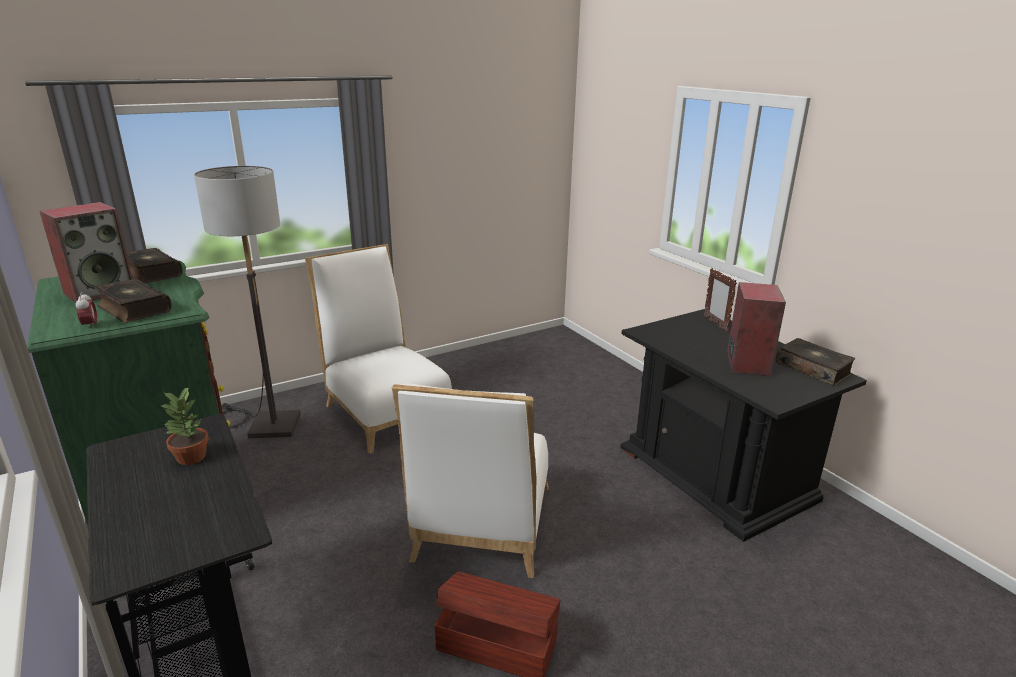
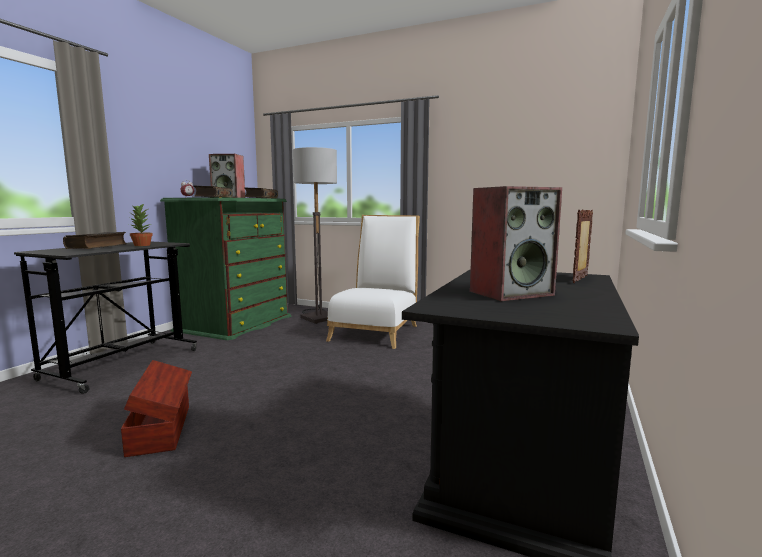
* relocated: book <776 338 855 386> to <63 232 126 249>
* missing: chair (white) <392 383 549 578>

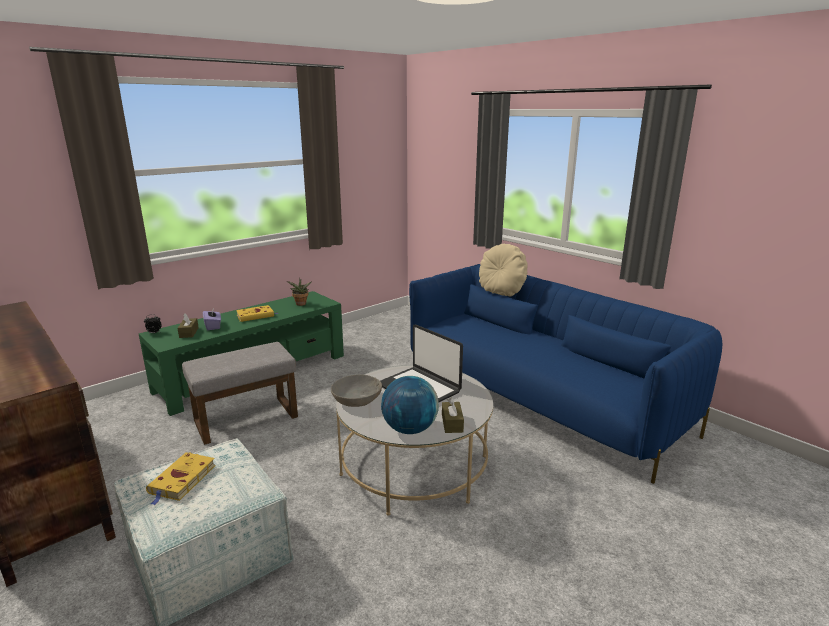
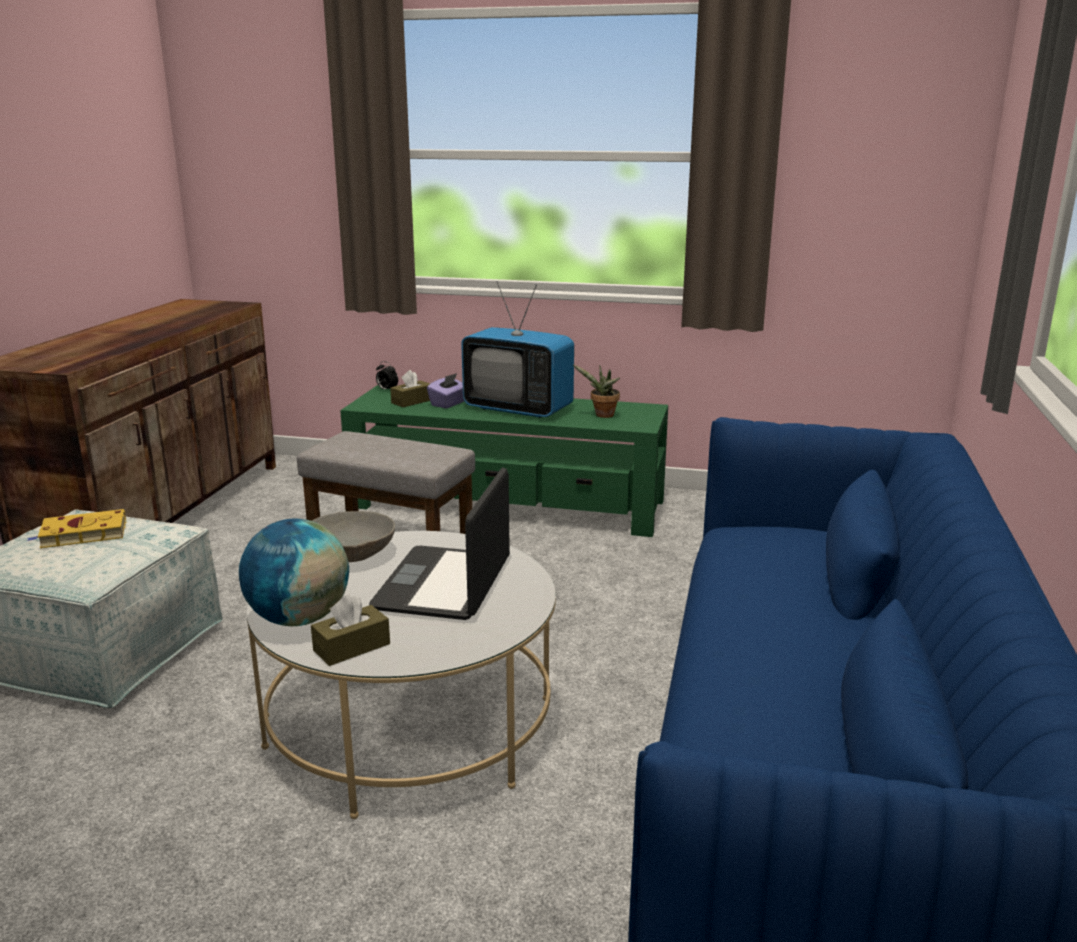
* exchanged: book (yellow) <236 305 279 322> to television <461 281 574 418>
* missing: pillow (beige) <479 244 528 297>

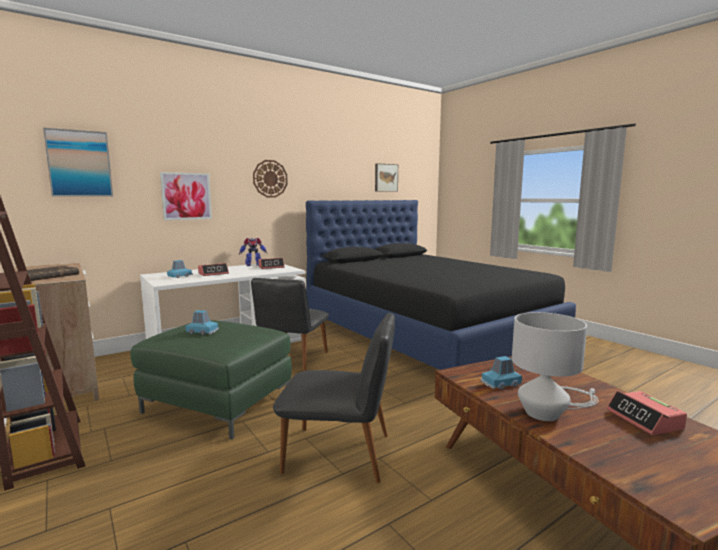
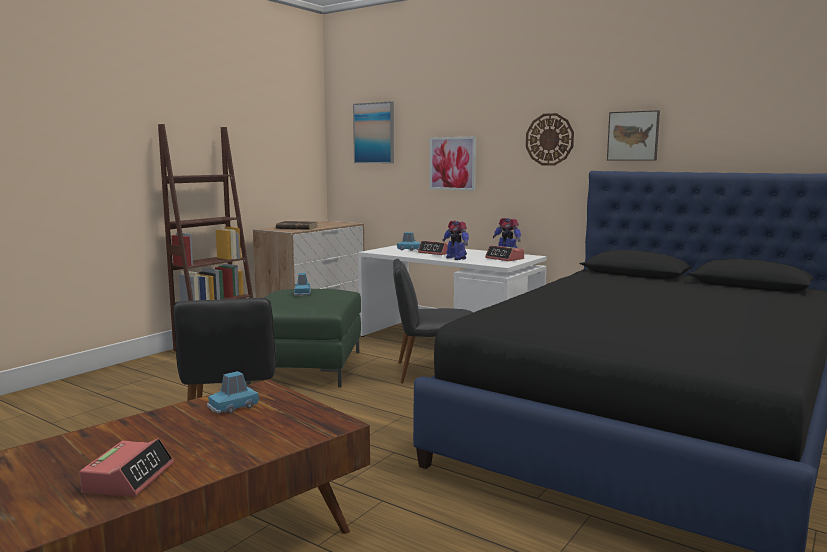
* spun: alarm clock <607 391 687 435> = <79 438 174 497> 135 degrees clockwise
* spun: toy car (blue) <481 356 522 389> = <207 371 259 414> 90 degrees counterclockwise
* appeared: toy robot <442 221 469 260>
* relocated: picture <375 163 398 192> to <607 110 660 161>
* missing: table lamp (grey) <512 312 599 421>

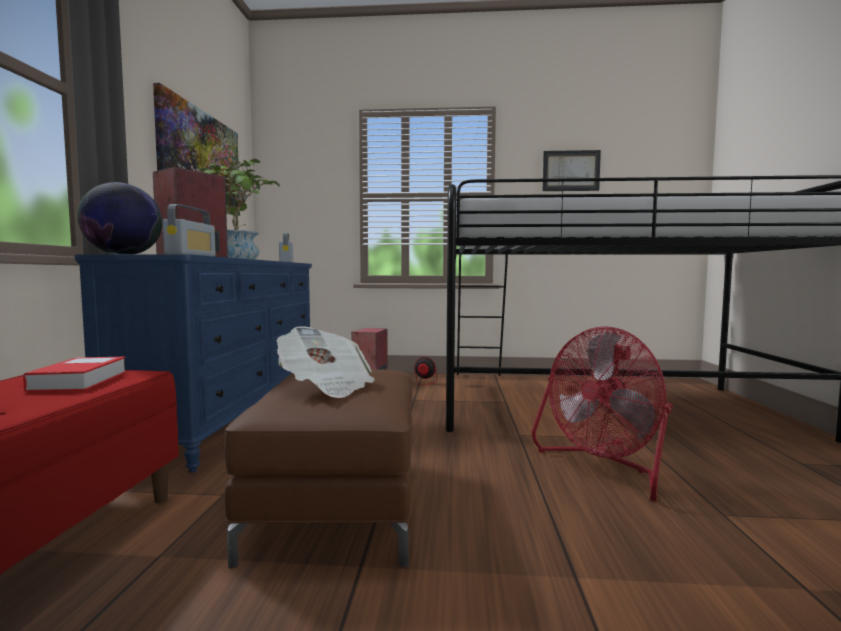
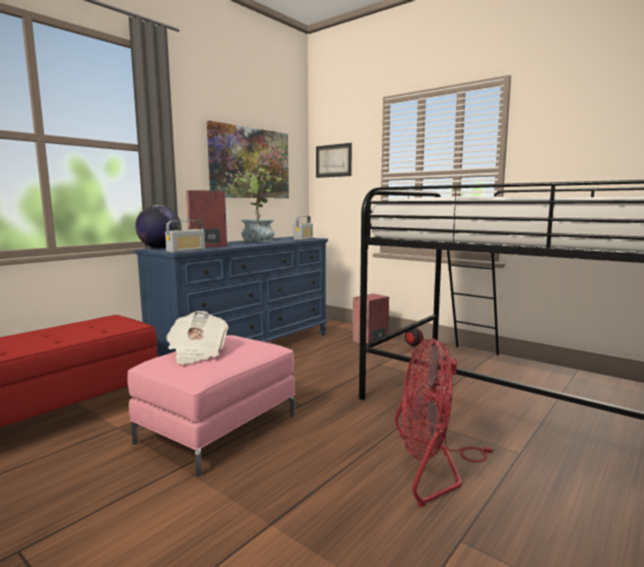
* colour: ottoman (brown) <224 369 412 568> to ottoman (pink) <127 335 295 477>
* relocated: picture <543 150 601 191> to <316 143 352 178>
* missing: book <23 357 126 392>

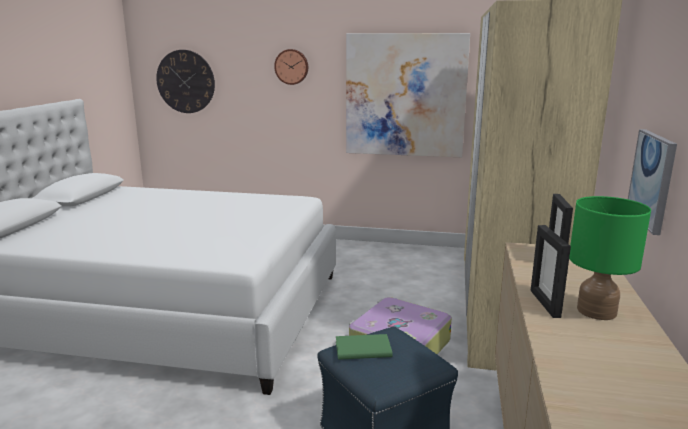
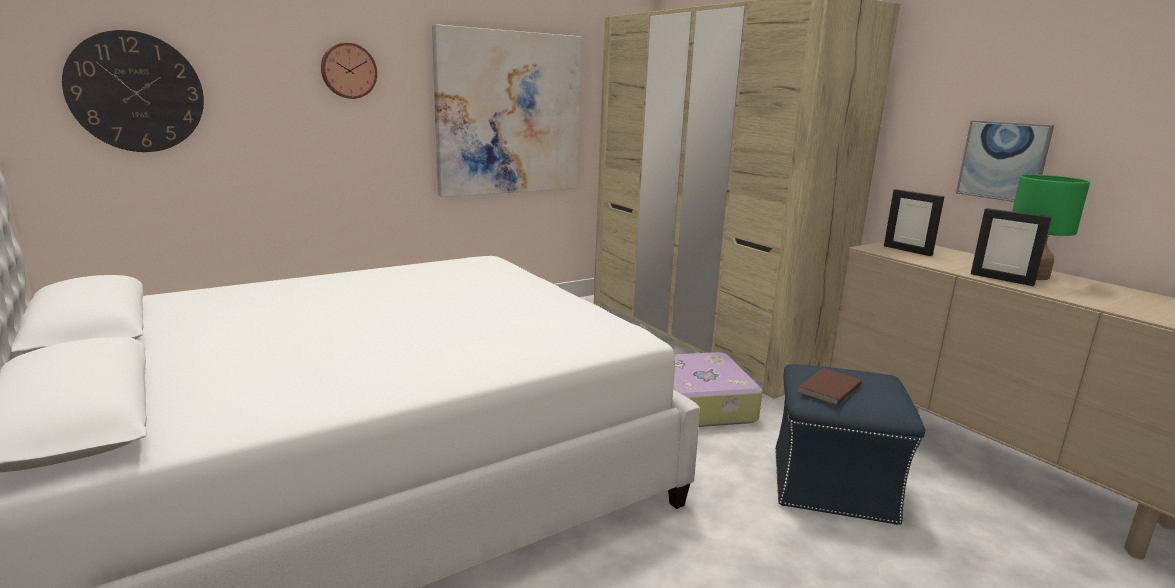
* colour: book (green) <336 334 393 360> to book (brown) <798 368 862 406>

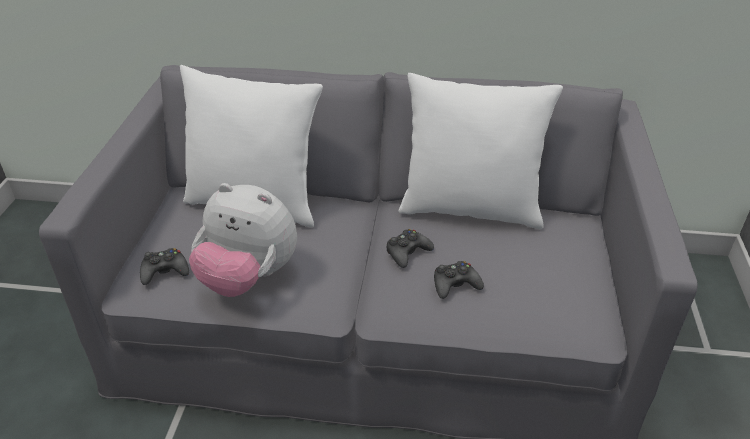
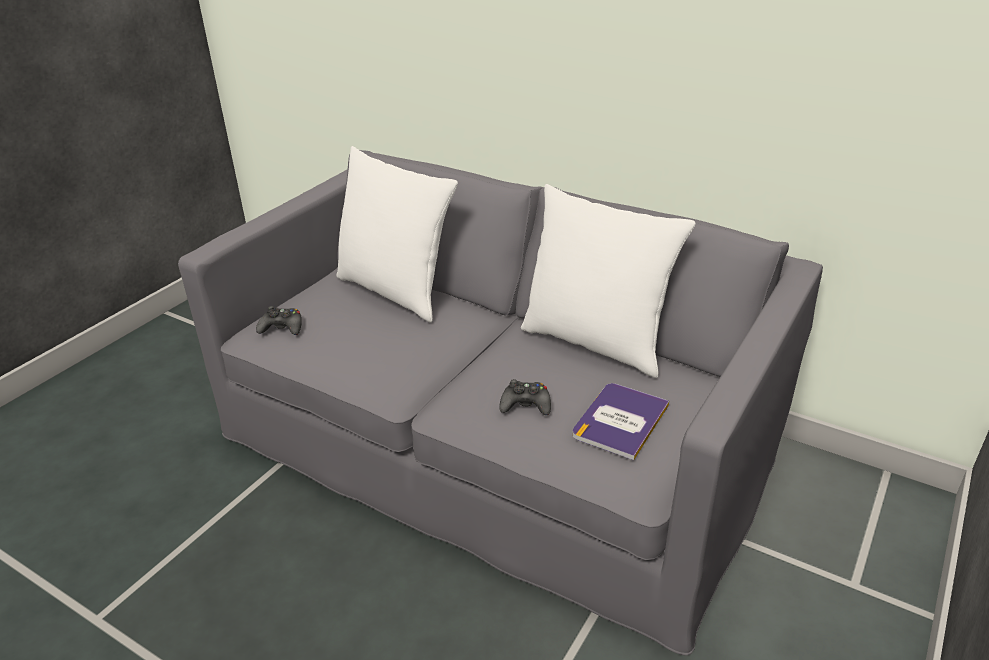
* appeared: book <573 383 669 461>
* missing: plush toy <189 183 297 297>
* missing: game controller (black) <387 229 434 268>

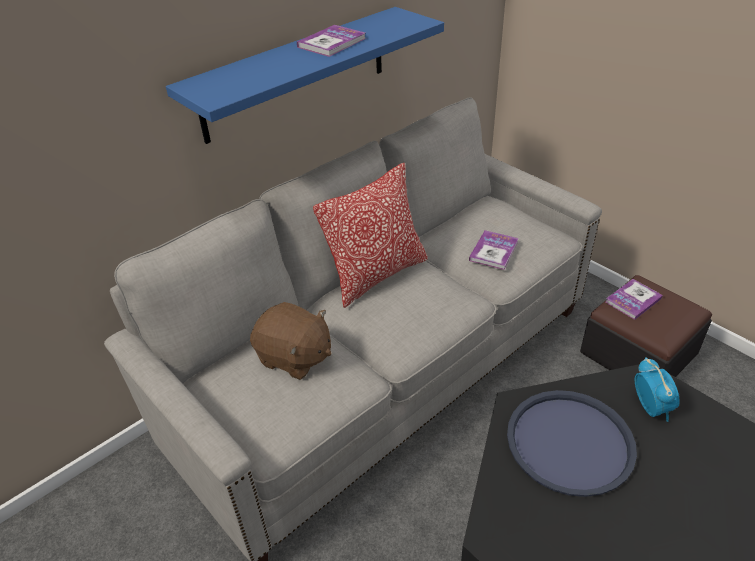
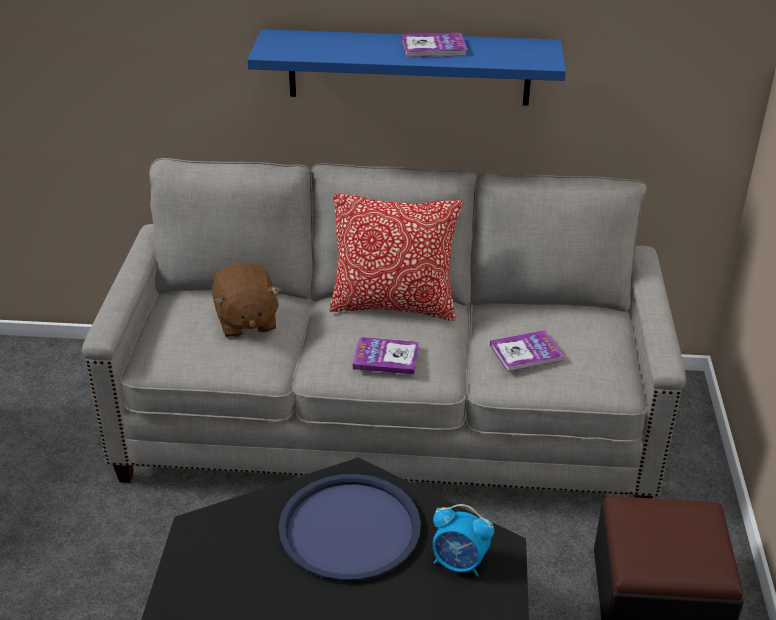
* relocated: book <605 279 663 320> to <353 337 419 374>
* spun: alarm clock <635 357 680 422> = <433 504 494 577> 75 degrees clockwise

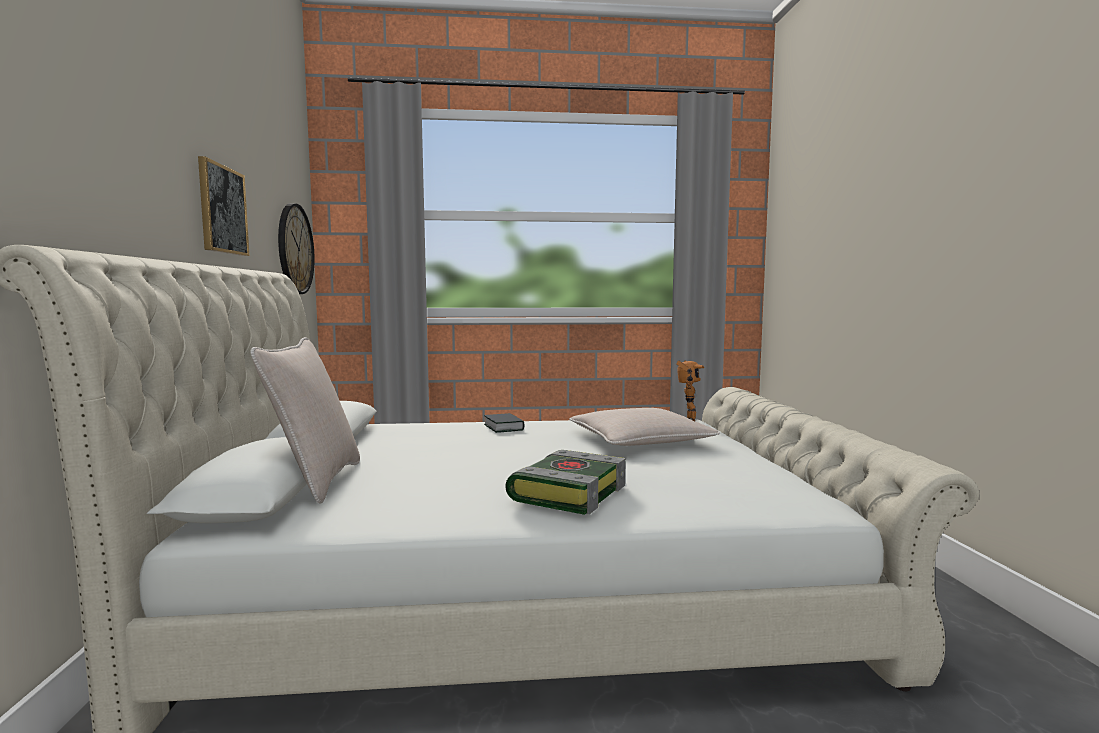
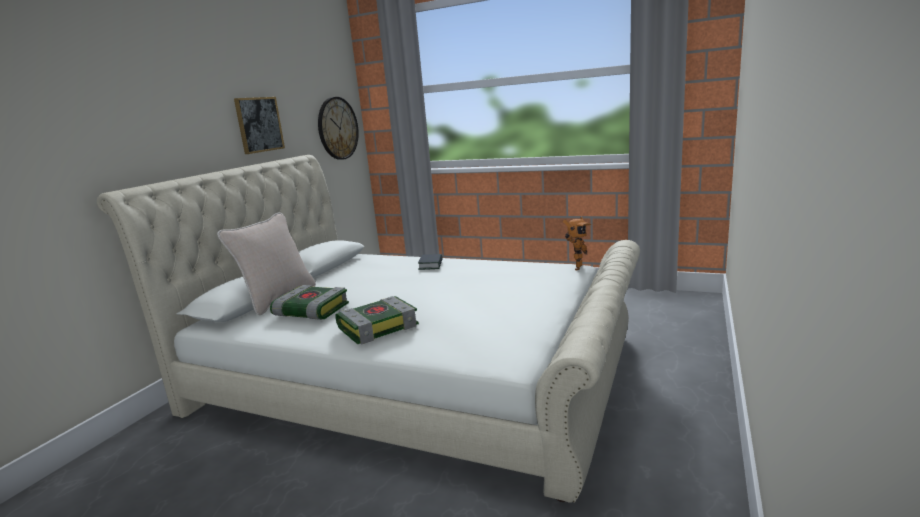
* appeared: book <270 285 349 320>
* missing: pillow (beige) <569 408 720 446>

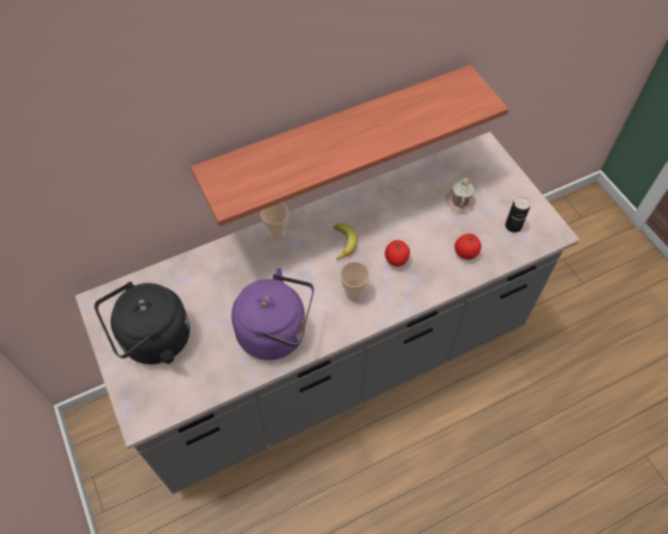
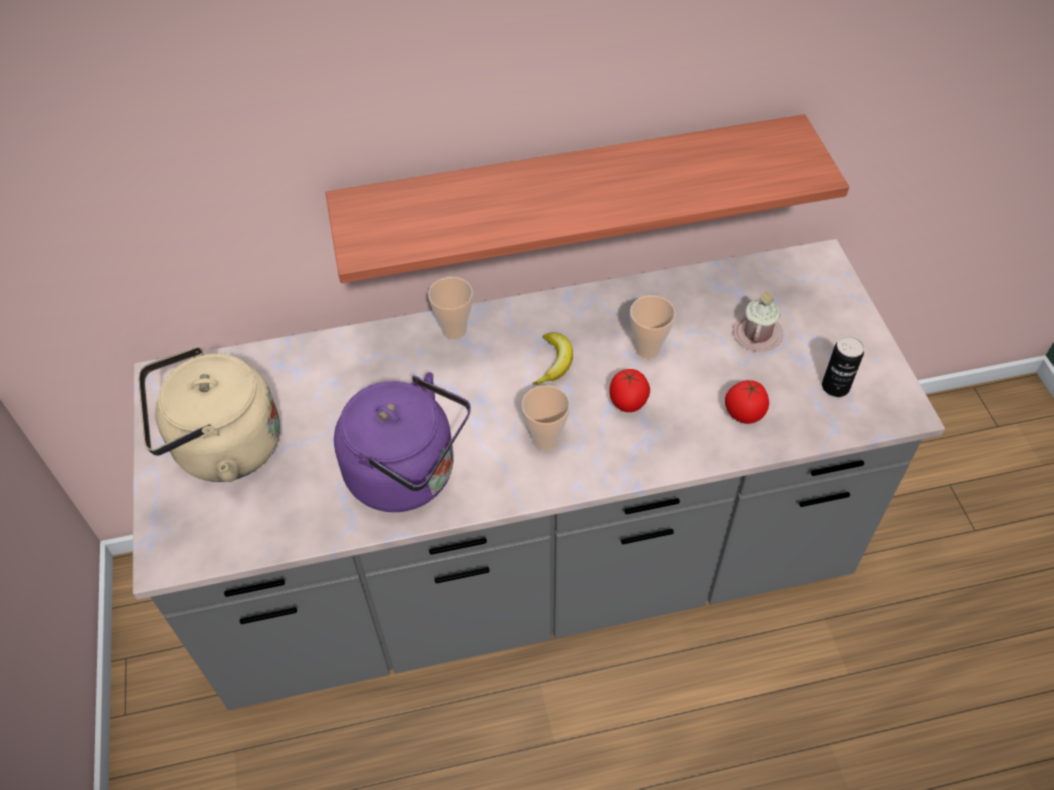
* colour: kettle (black) <94 282 190 364> to kettle (beige) <138 347 280 482>
* appeared: cup <630 296 676 359>

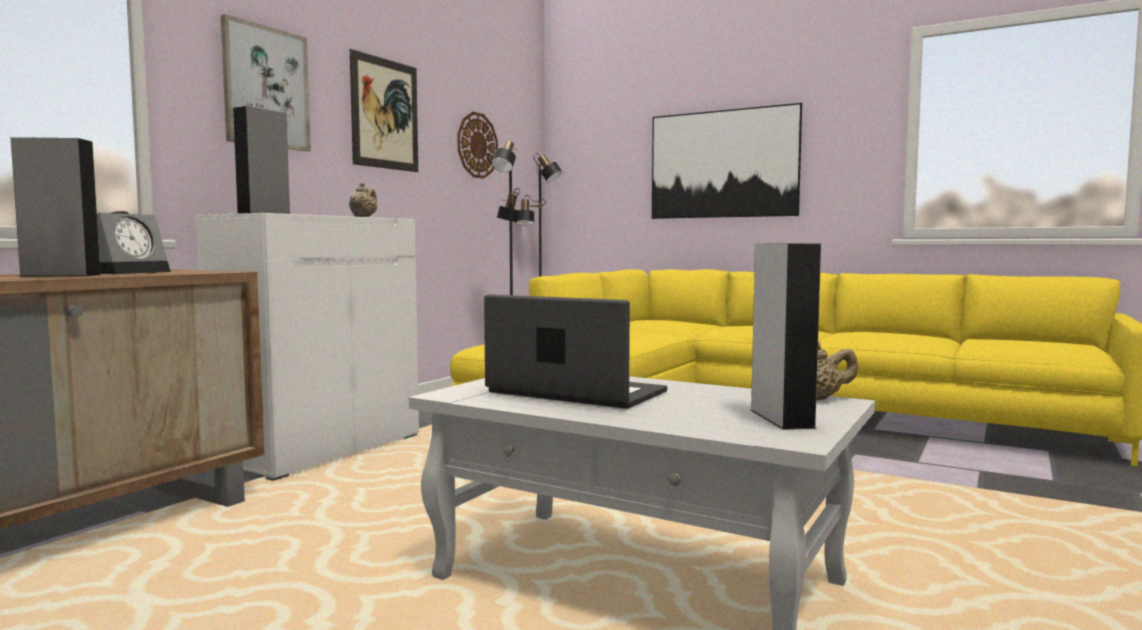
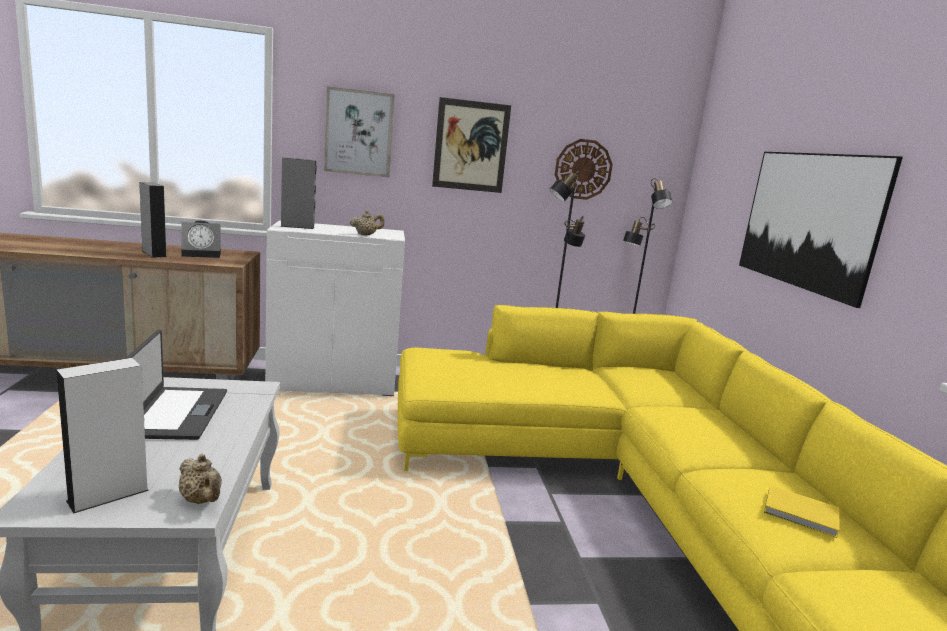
* appeared: book (yellow) <764 485 840 538>

